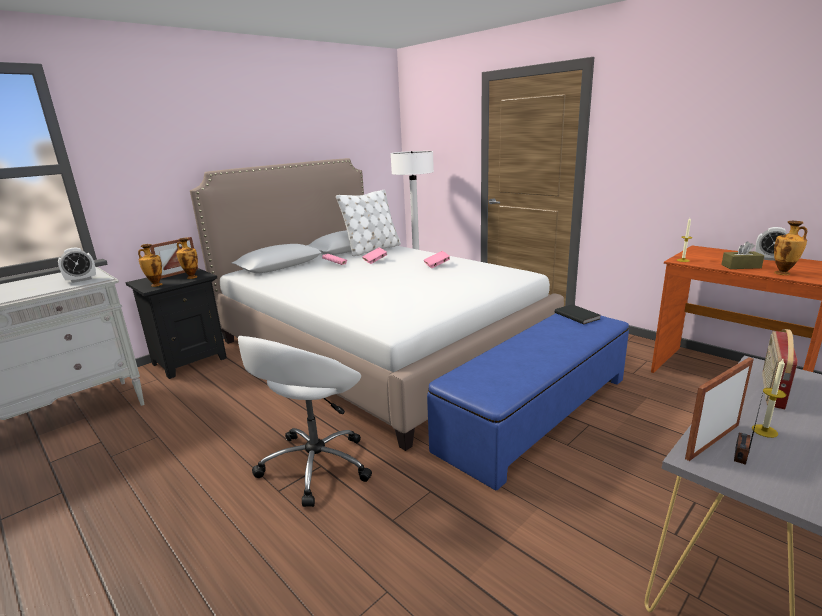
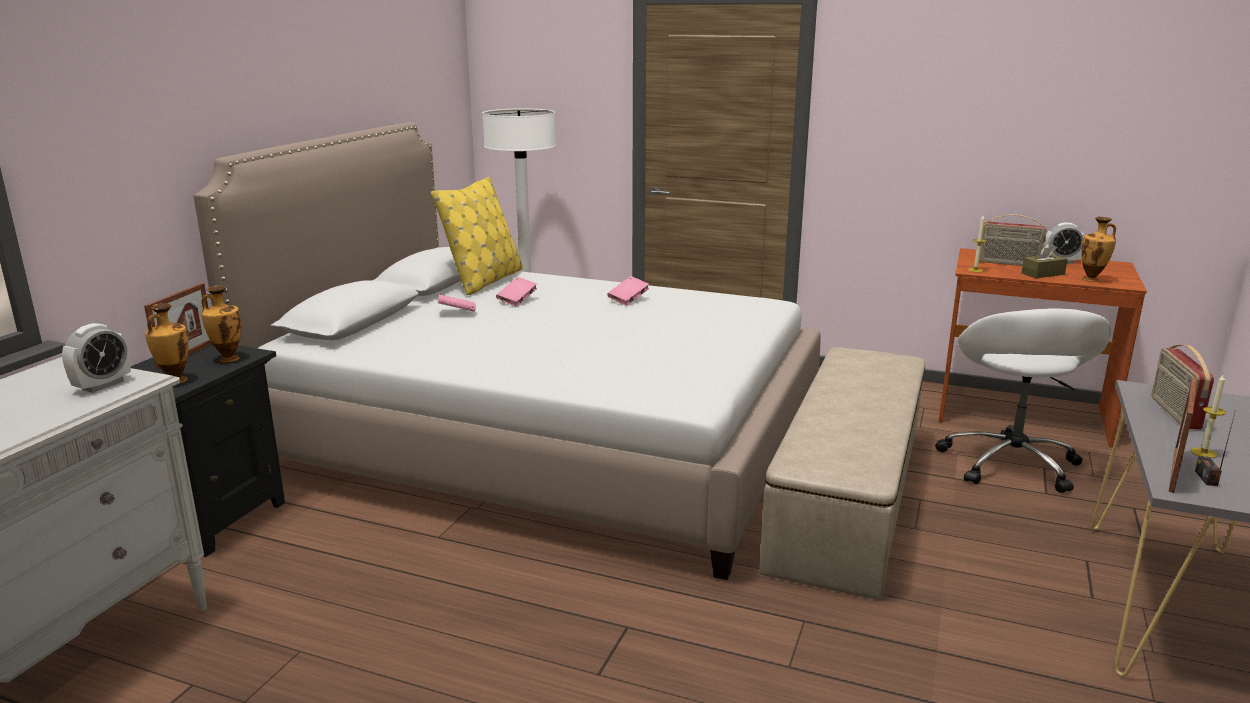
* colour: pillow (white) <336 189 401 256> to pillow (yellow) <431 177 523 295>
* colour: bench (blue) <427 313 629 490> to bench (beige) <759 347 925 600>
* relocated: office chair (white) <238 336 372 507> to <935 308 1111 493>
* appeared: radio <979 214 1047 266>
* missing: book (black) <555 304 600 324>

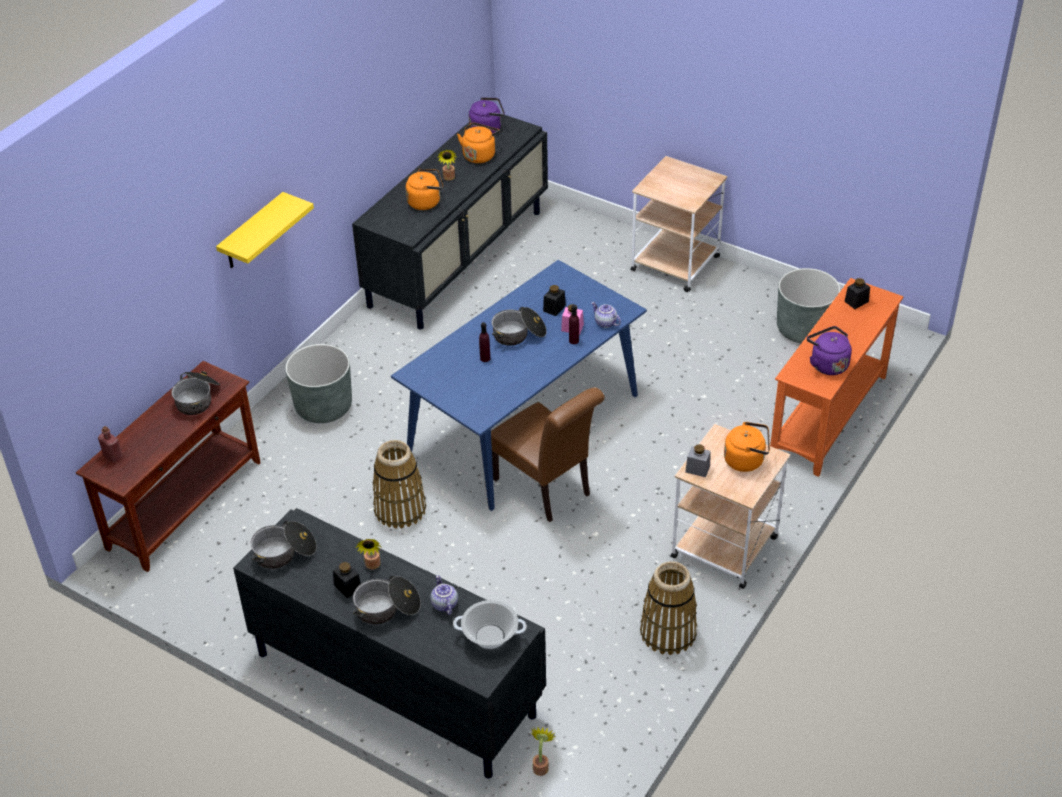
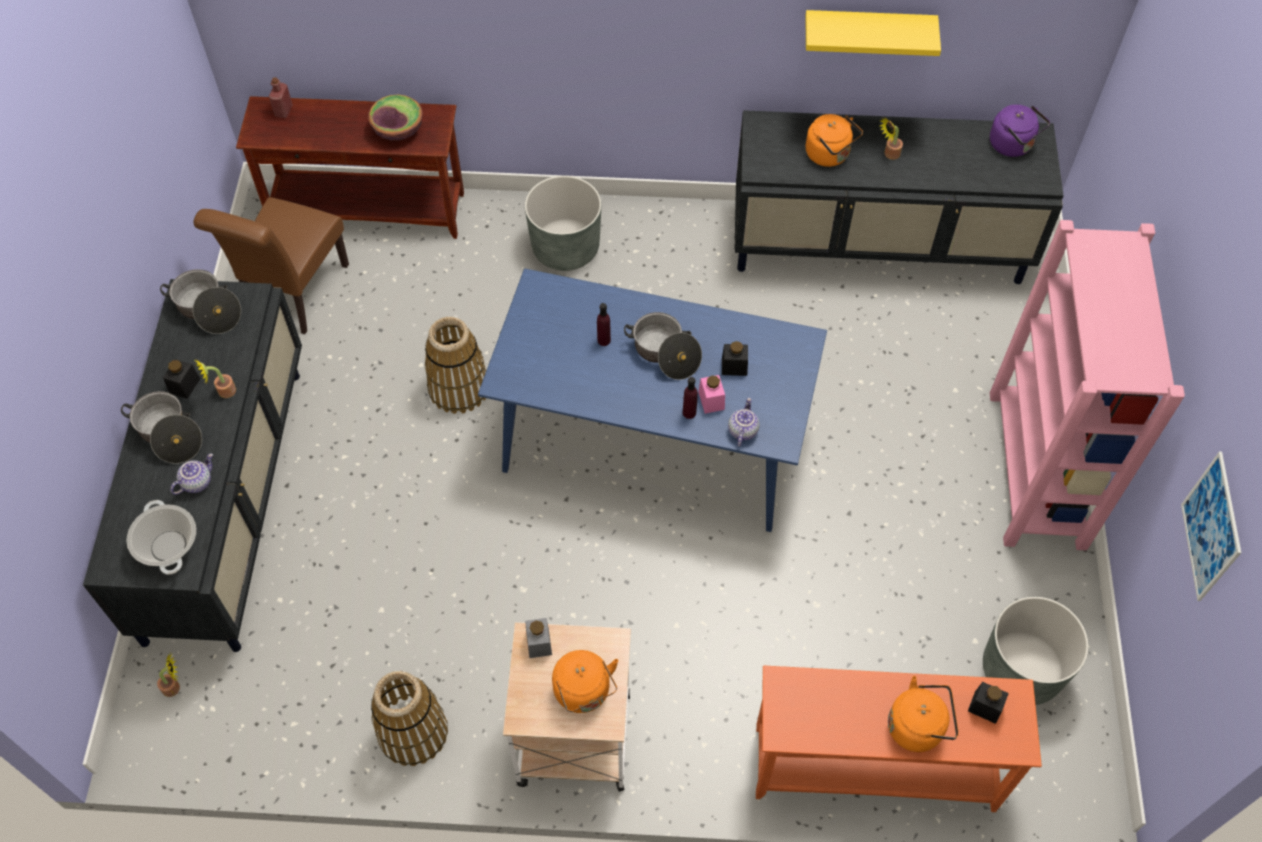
* relocated: chair (brown) <491 387 605 522> to <194 197 349 334>
* exchanged: cooking pot <171 371 220 415> to bowl <368 95 422 141>
* relocated: shelf (yellow) <216 192 314 268> to <805 10 941 56>
* relocated: kettle (orange) <457 123 500 163> to <888 676 959 752>
* exchanged: cart (beige) <631 156 728 292> to bookcase (pink) <990 220 1185 551>
* appeared: picture <1181 452 1241 601>
* missing: kettle (purple) <807 326 852 375>

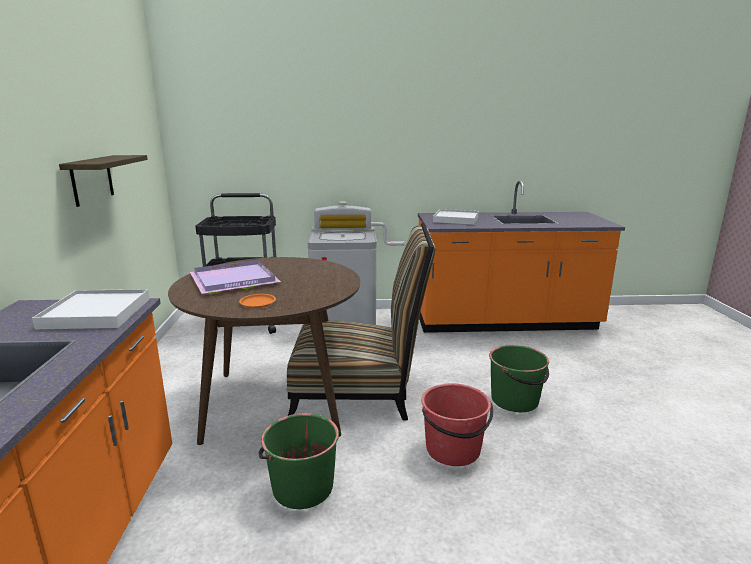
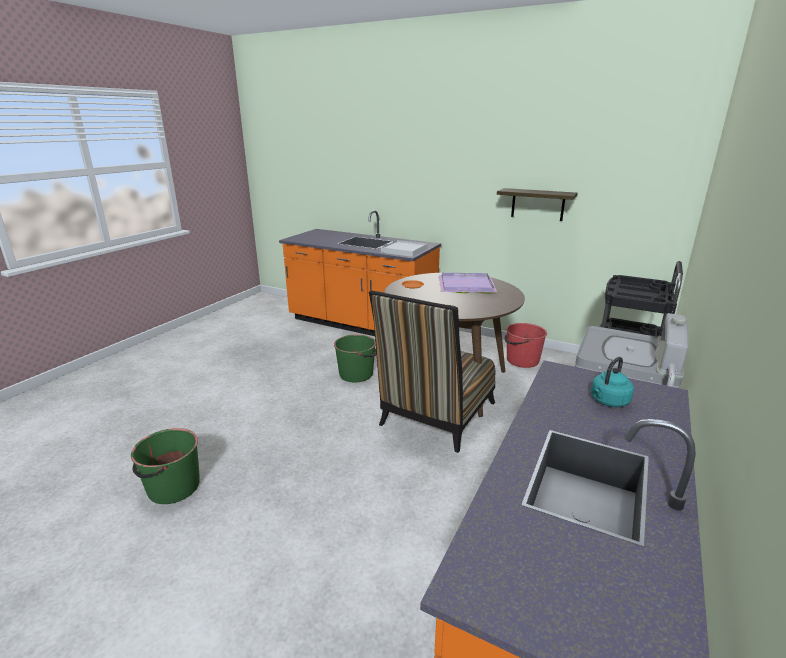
* relocated: bucket (green) <489 345 549 412> to <131 428 200 504>
* relocated: bucket (red) <421 383 493 466> to <504 323 547 368>
* exchanged: tray (white) <433 209 479 225> to kettle (turquoise) <591 357 634 407>

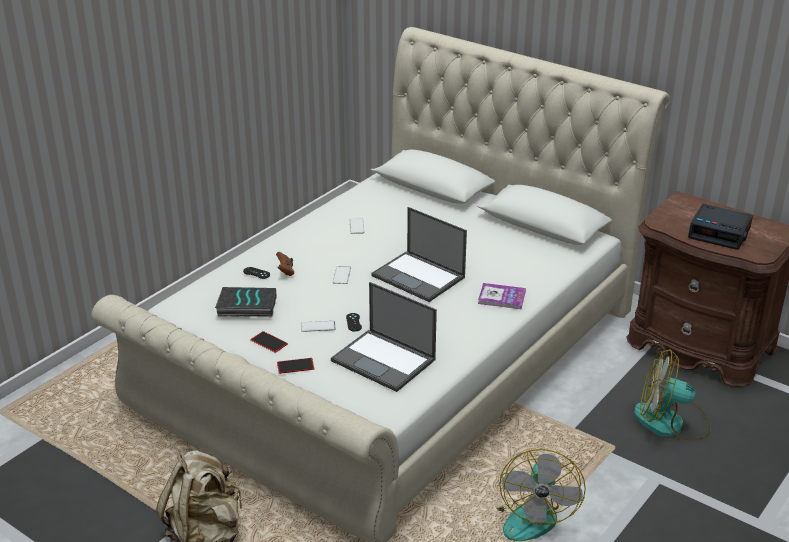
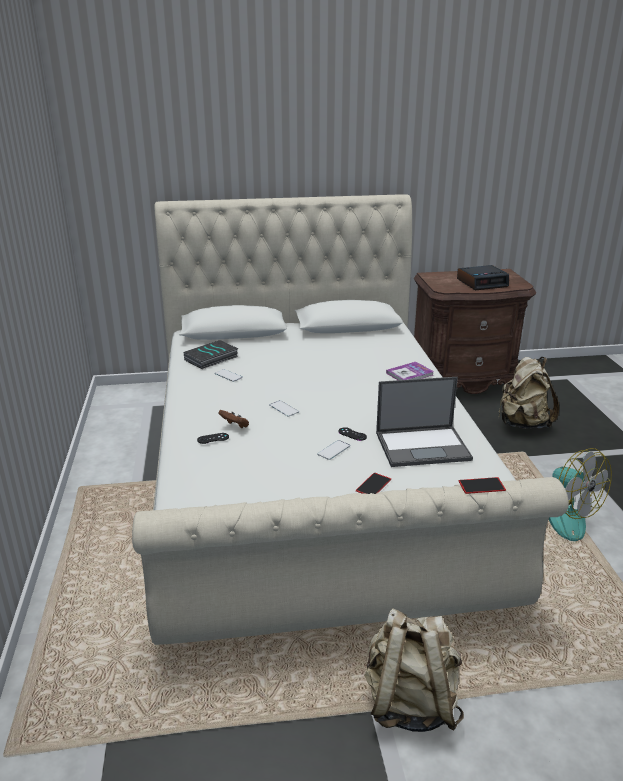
* relocated: book <215 287 277 317> to <183 340 238 369>
* relocated: phone <251 331 288 353> to <458 477 506 494>
* exchanged: fan <634 349 710 440> to backpack (beige) <499 357 559 428>
* missing: laptop <371 207 467 302>

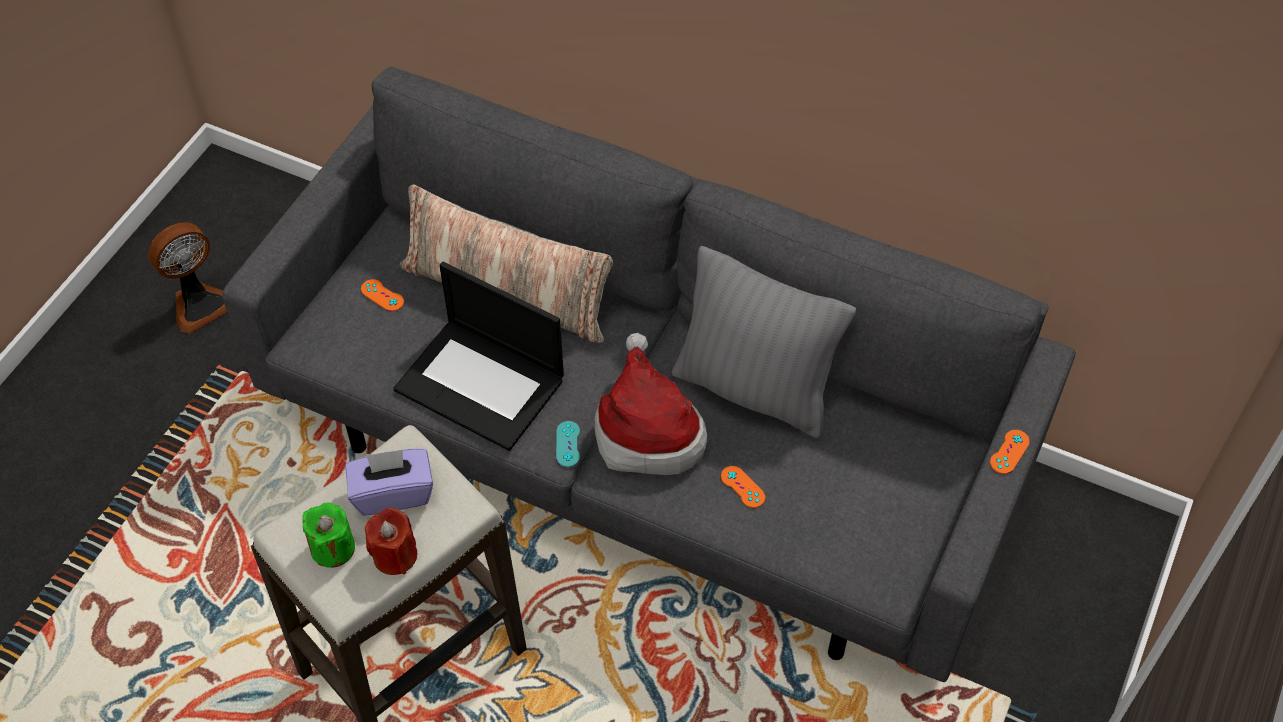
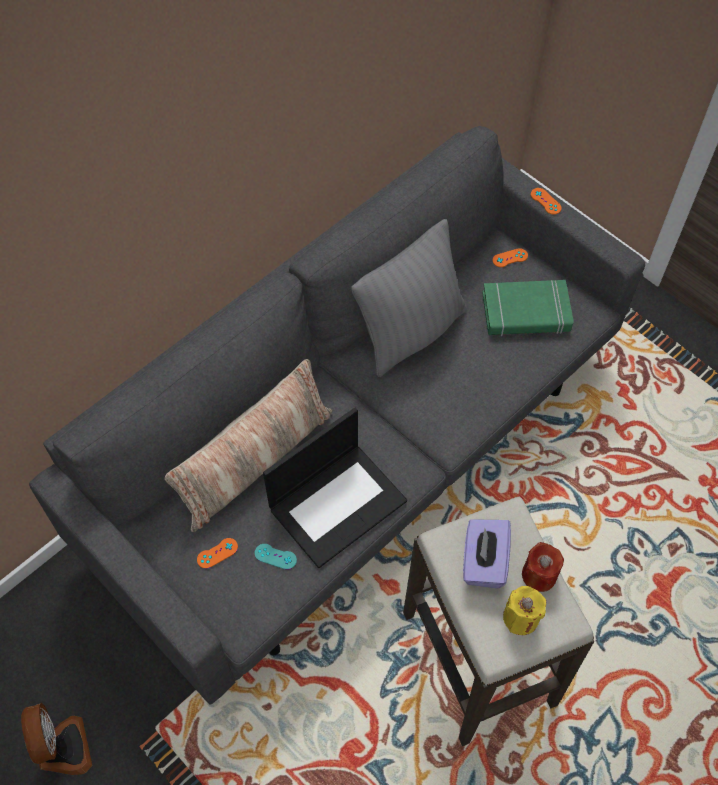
* relocated: game controller (turquoise) <556 421 580 467> to <255 544 297 570>
* appeared: book (green) <482 280 574 336>
* relocated: game controller (orange) <721 466 765 508> to <493 248 528 267>
* colour: candle (green) <302 502 355 568> to candle (yellow) <503 586 546 635>
* missing: hat <594 333 707 475>

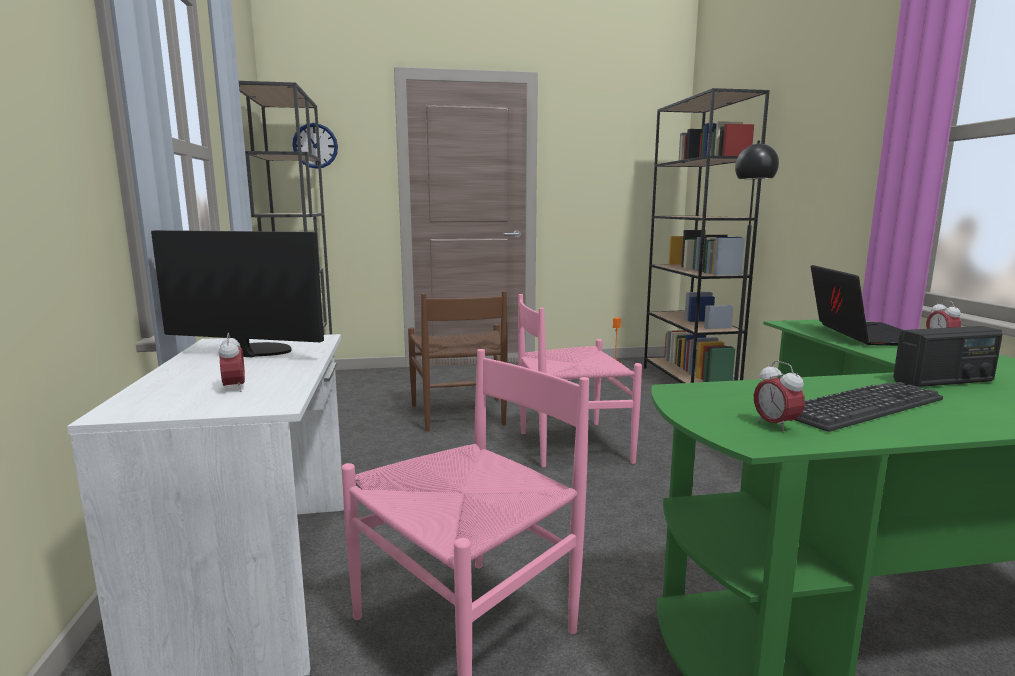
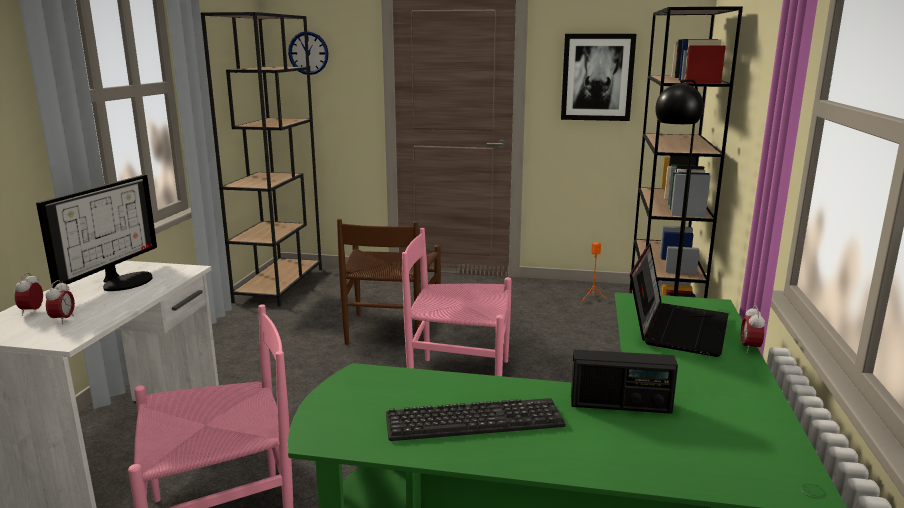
* relocated: alarm clock <754 361 805 433> to <15 273 43 316>
* spun: monitor <151 230 324 357> = <36 175 157 291> 75 degrees clockwise
* appeared: picture <561 34 636 121>

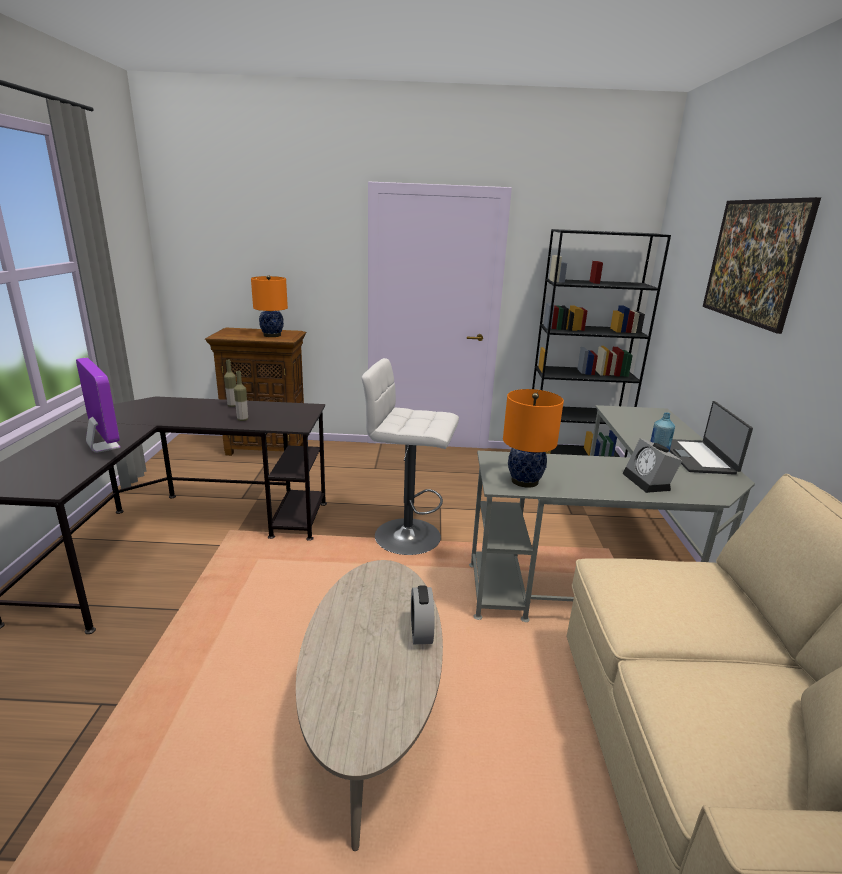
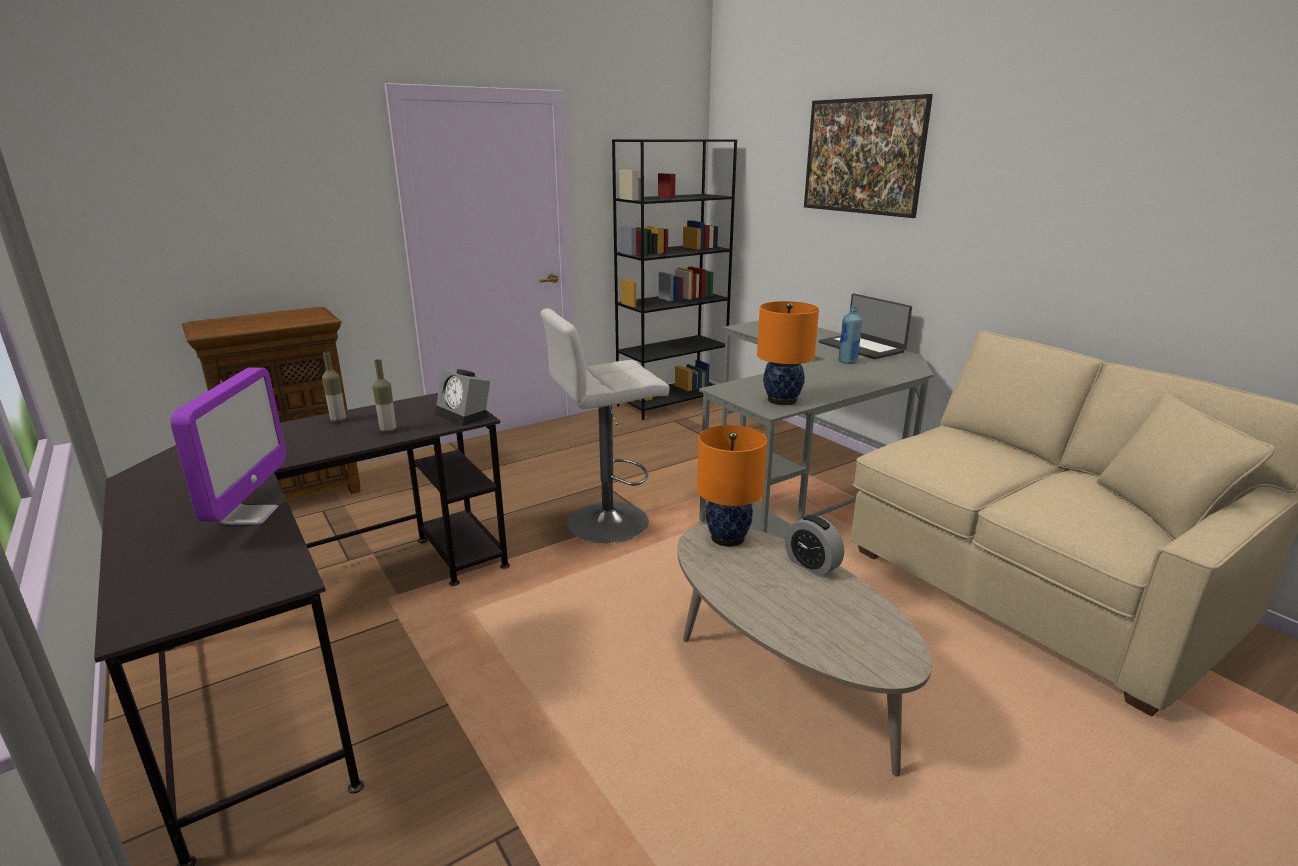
* spun: monitor <76 358 120 453> = <170 368 286 525> 75 degrees clockwise
* relocated: alarm clock <623 438 682 493> to <435 369 490 426>
* relocated: table lamp (orange) <251 275 288 337> to <697 425 767 547>

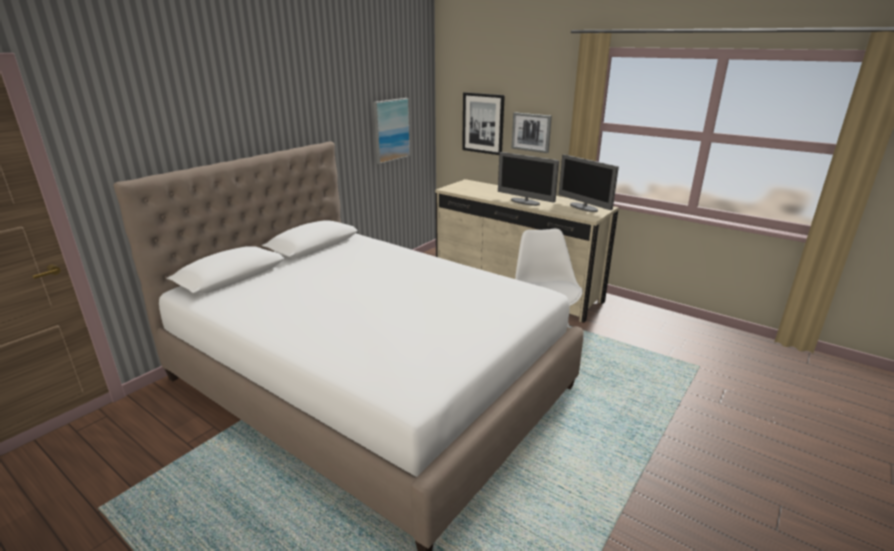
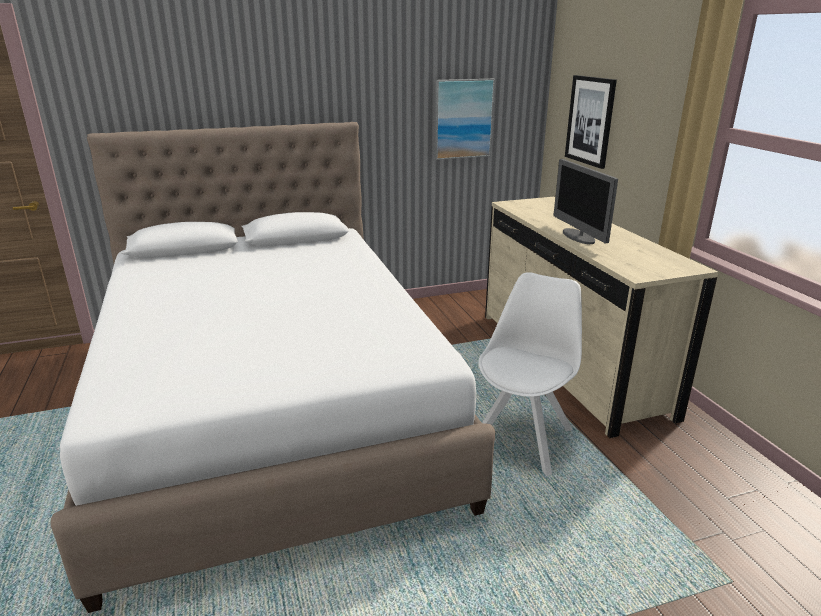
* missing: picture <512 112 552 153>
* missing: monitor <559 154 619 212>

